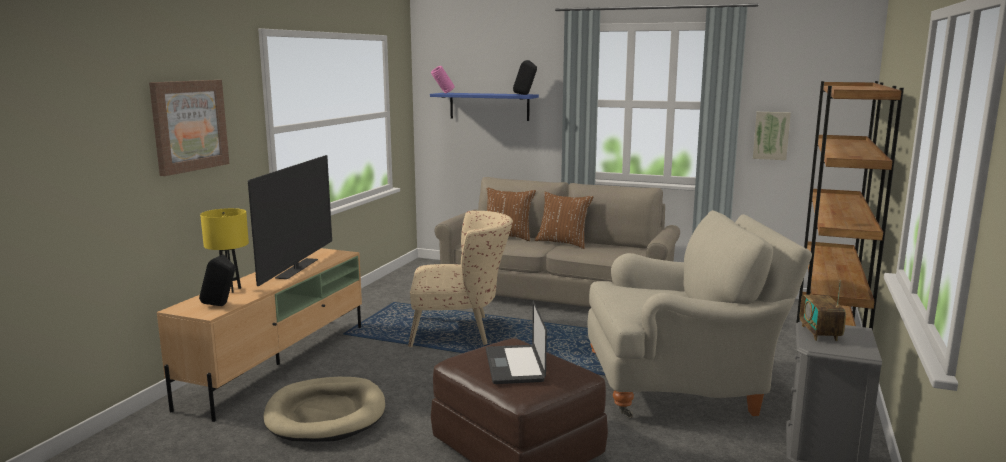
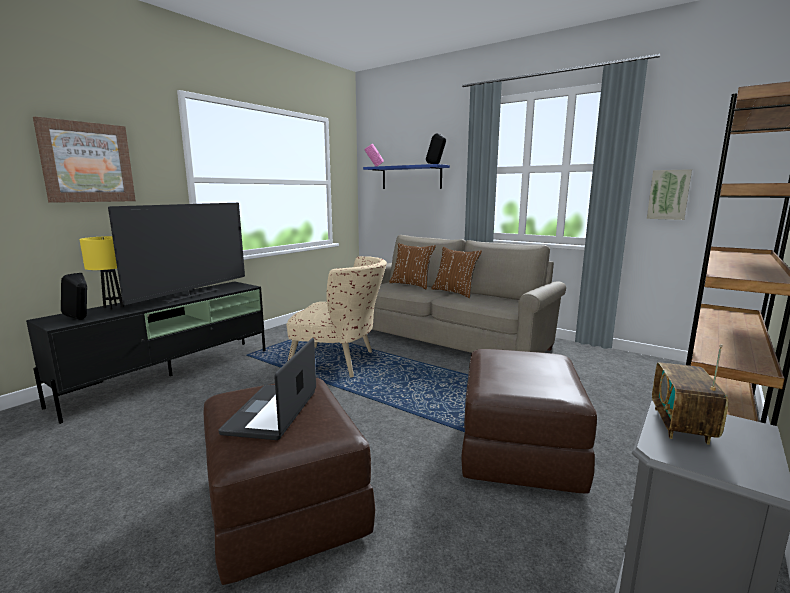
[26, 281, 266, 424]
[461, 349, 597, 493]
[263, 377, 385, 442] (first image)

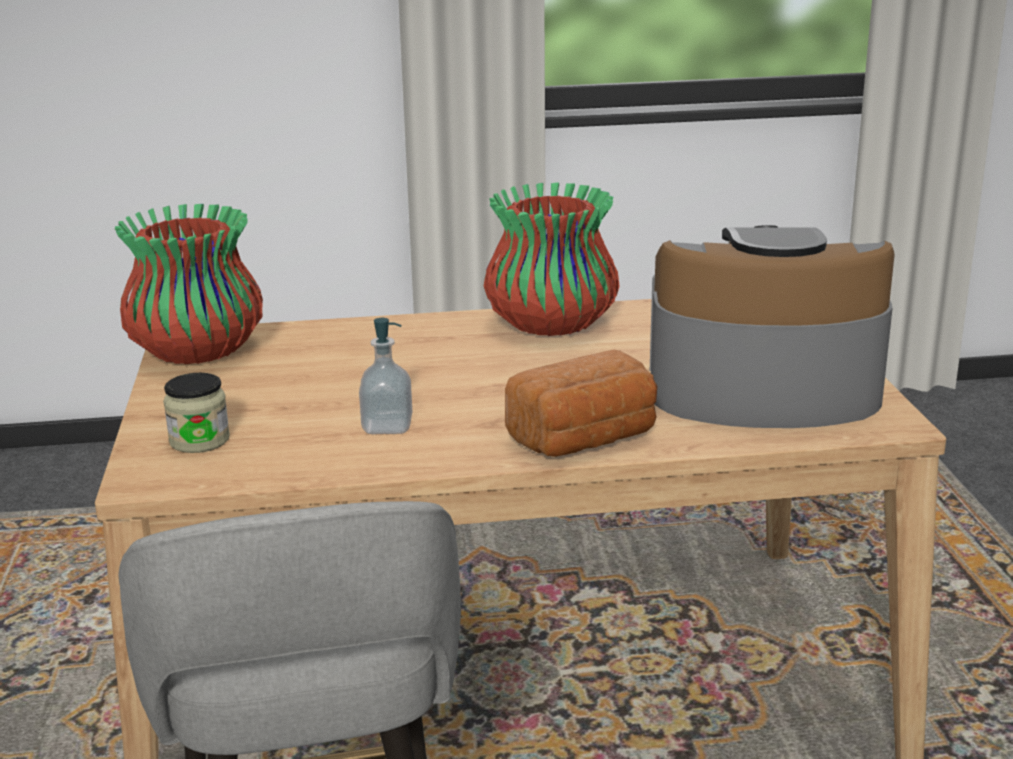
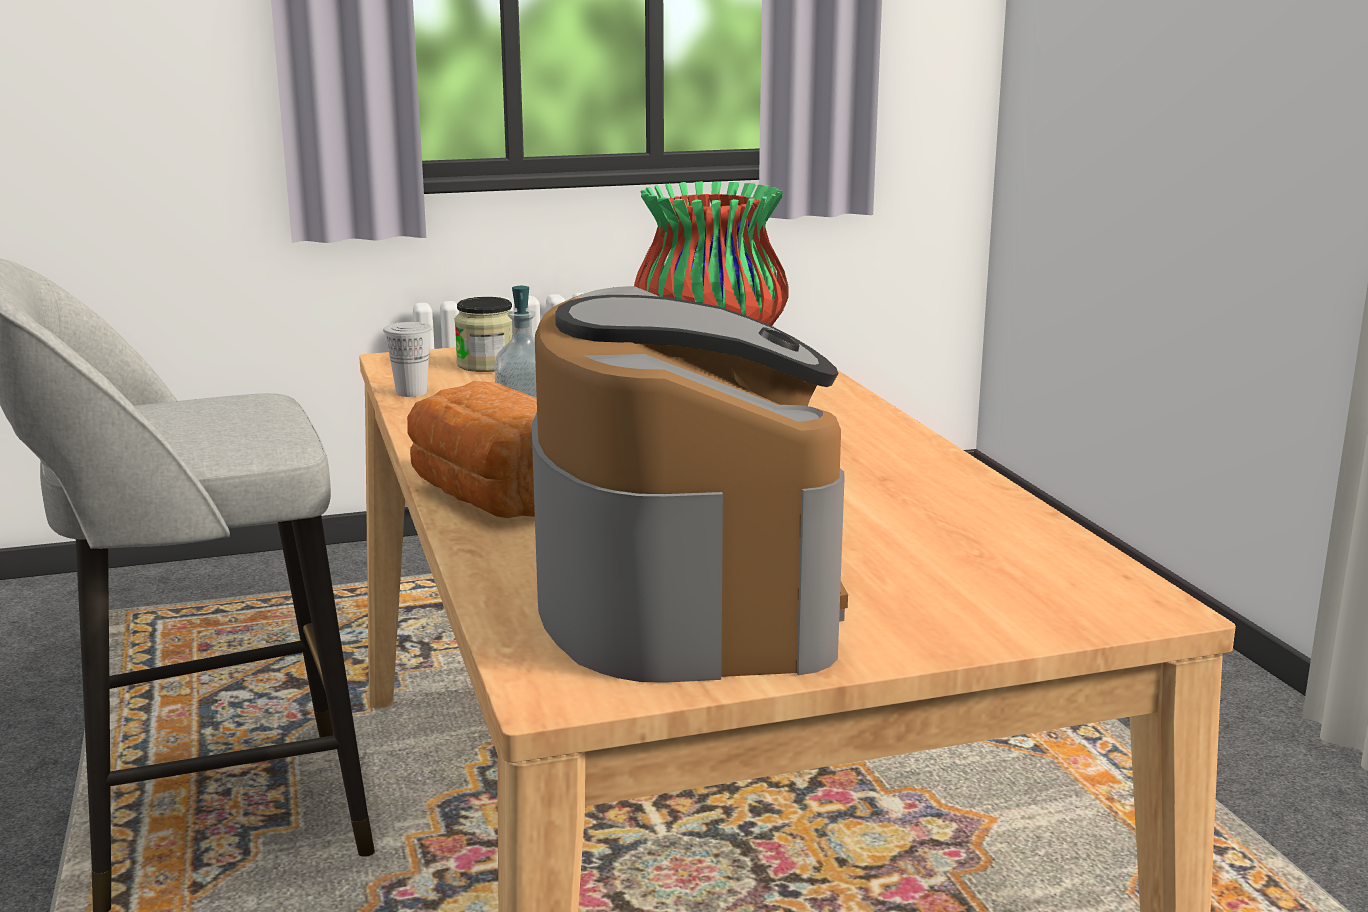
[383, 322, 432, 397]
[484, 182, 620, 336] (first image)

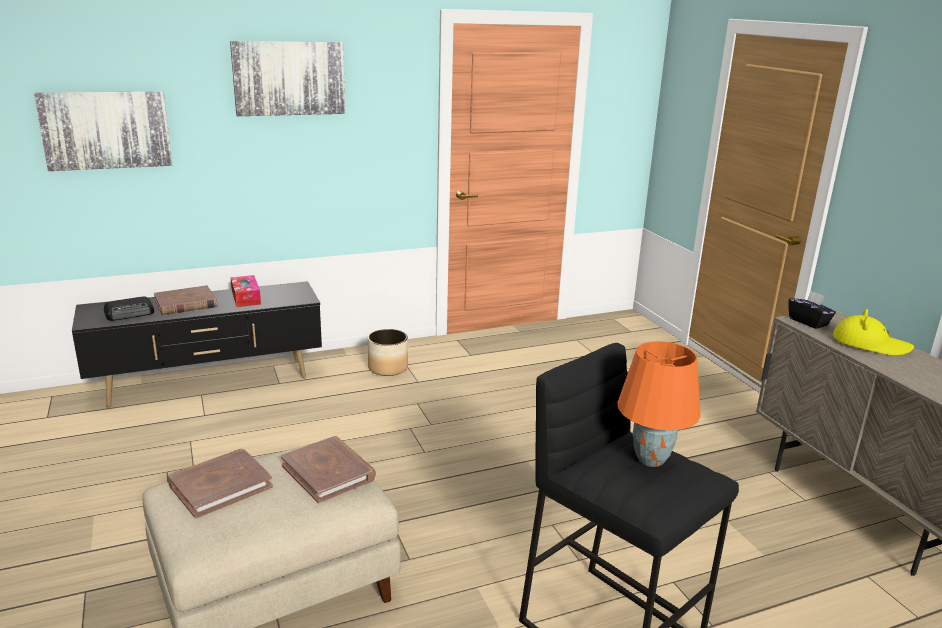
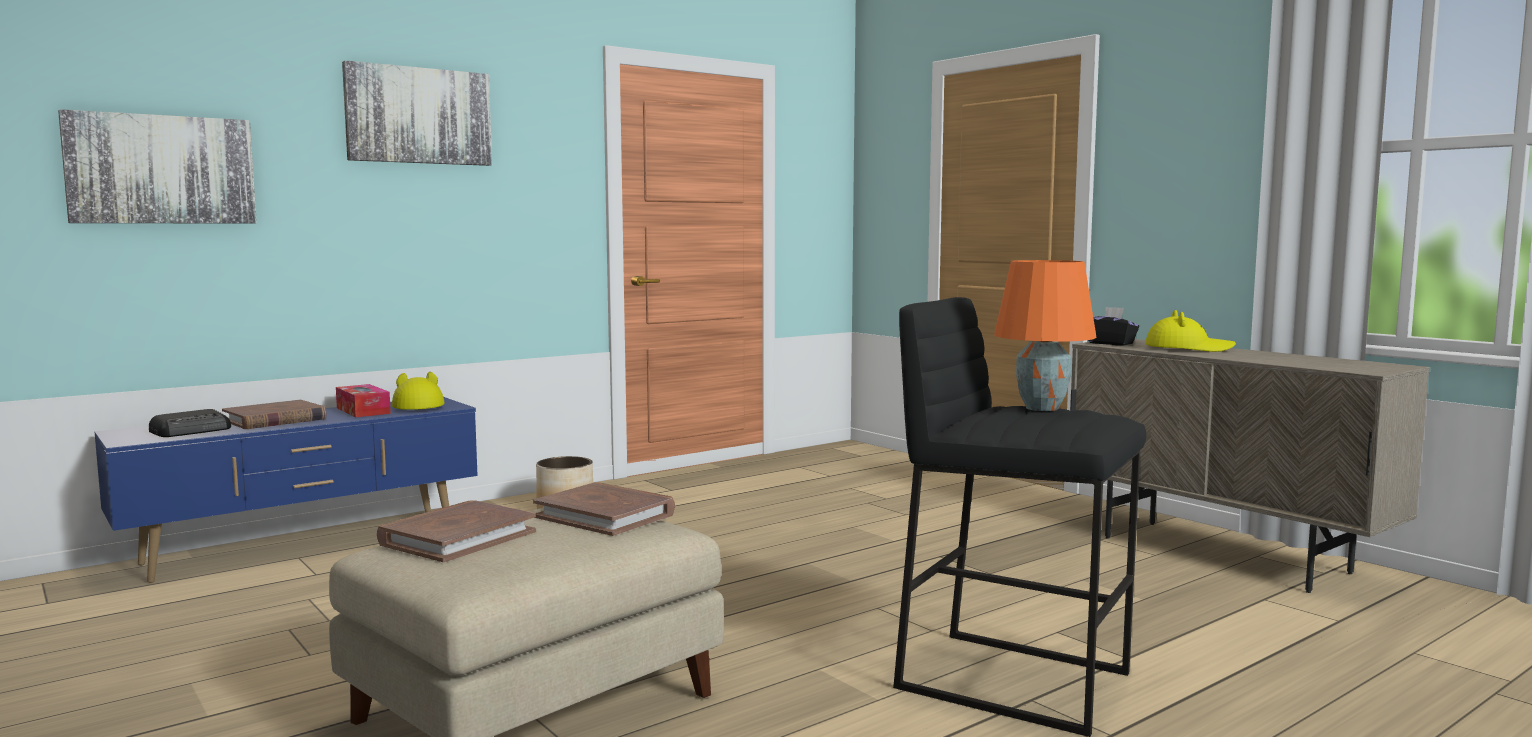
[94, 397, 478, 583]
[392, 372, 444, 410]

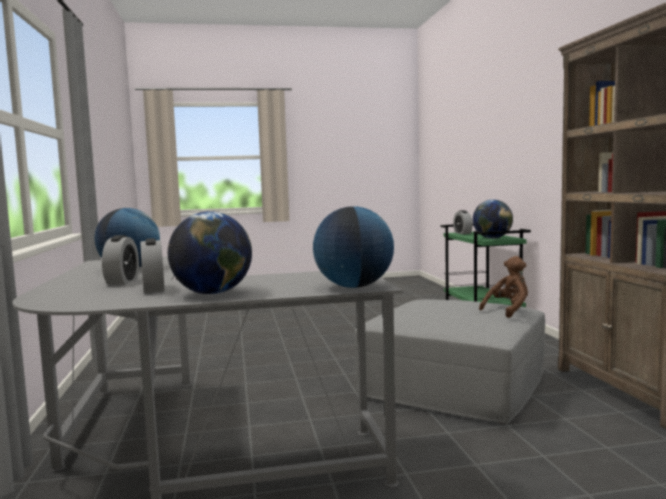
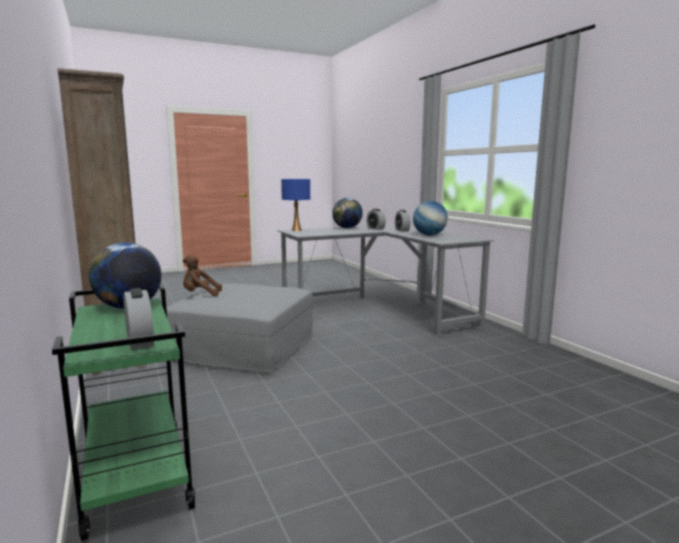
[183, 255, 222, 297]
[281, 179, 310, 231]

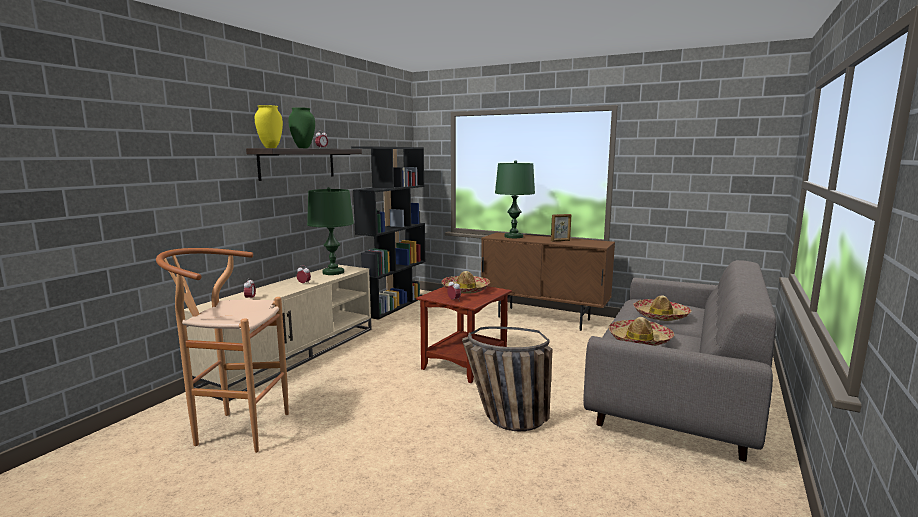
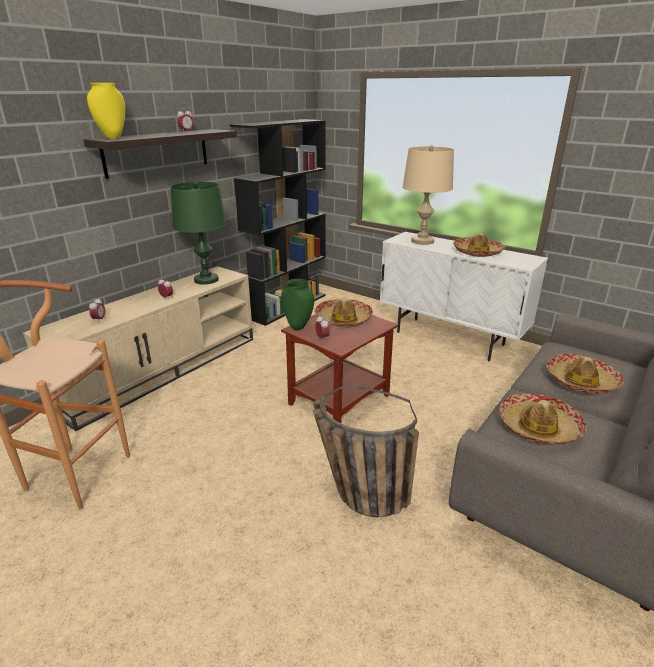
[281, 279, 314, 330]
[380, 232, 548, 361]
[403, 145, 454, 245]
[453, 233, 505, 257]

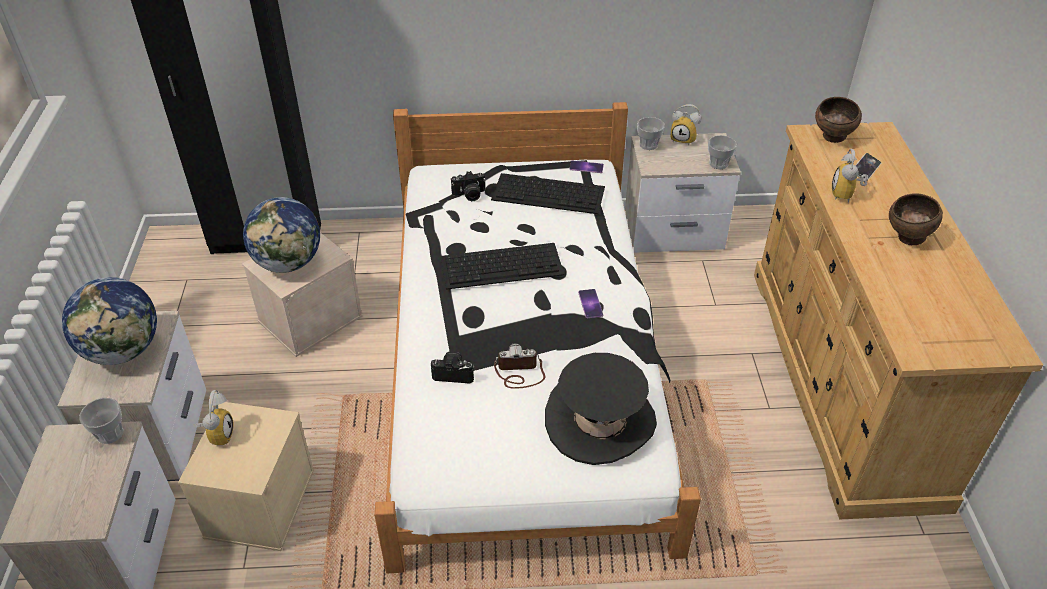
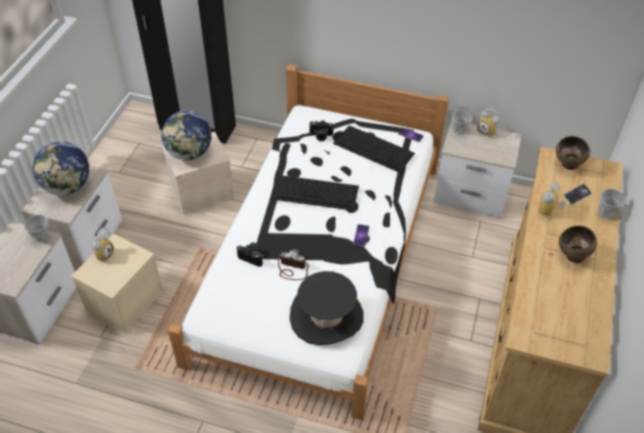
[598, 189, 626, 219]

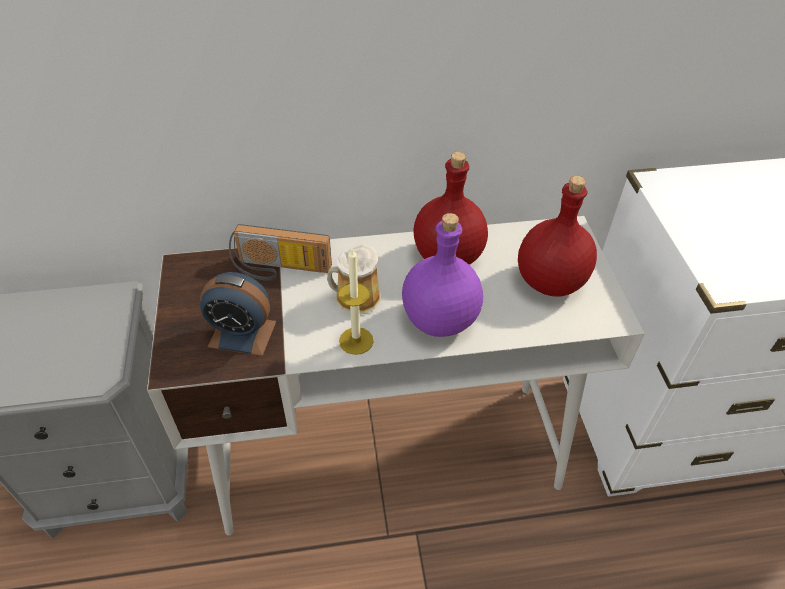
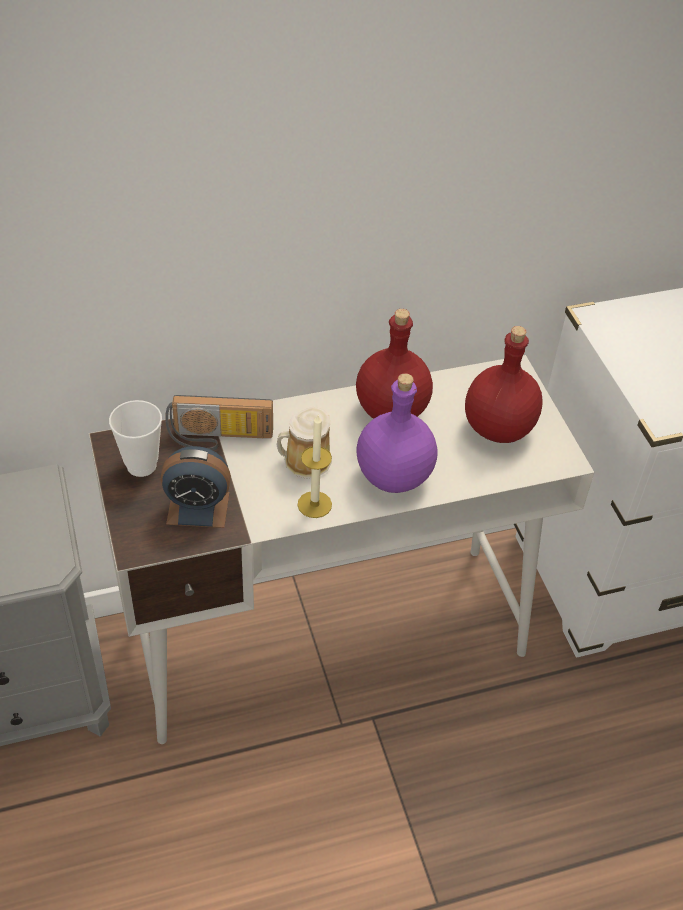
[109, 400, 162, 477]

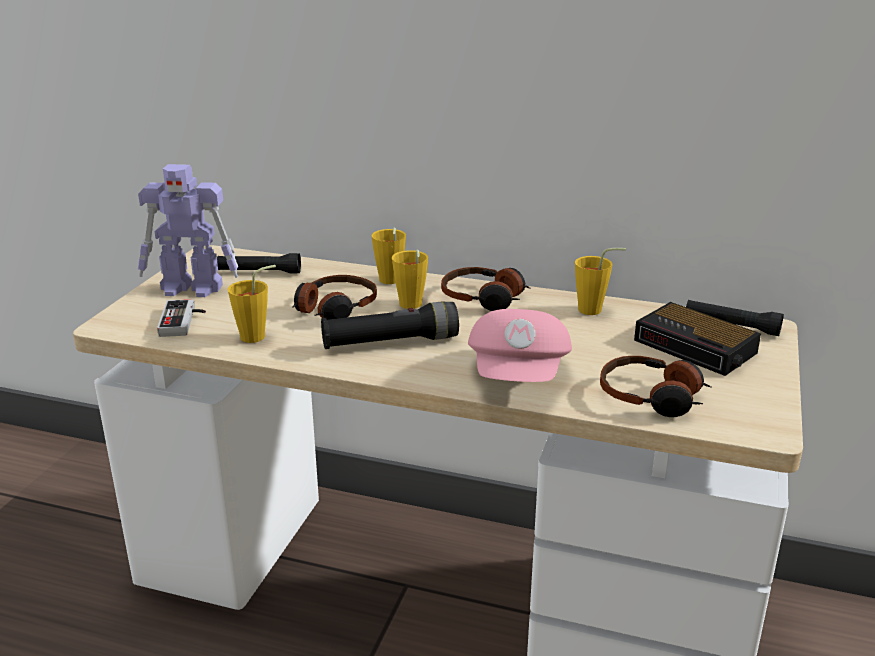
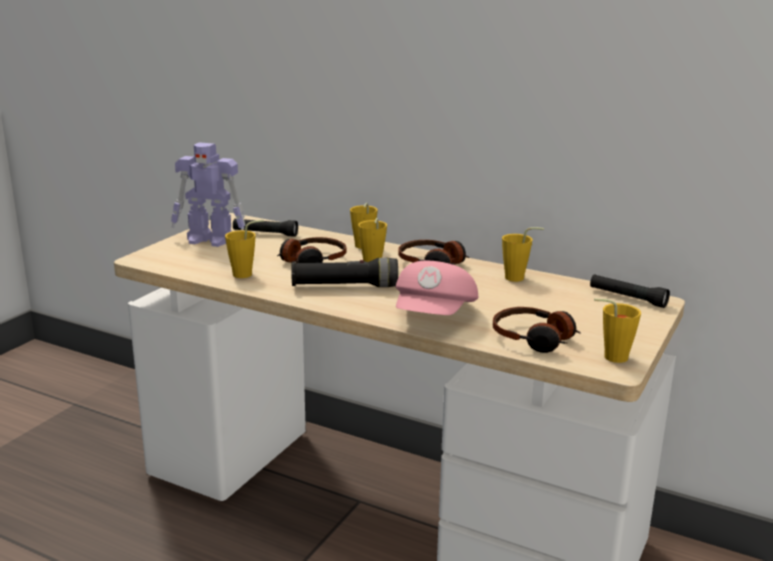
[594, 299, 641, 363]
[157, 299, 206, 337] (first image)
[634, 302, 761, 376] (first image)

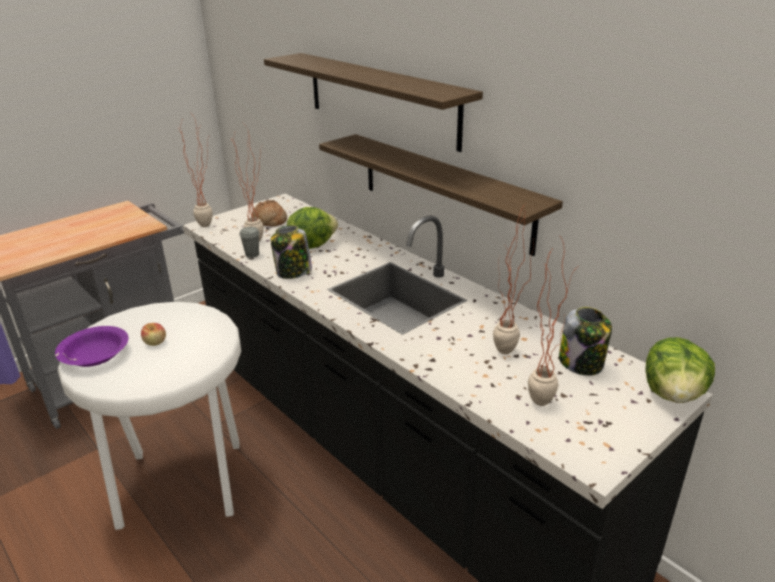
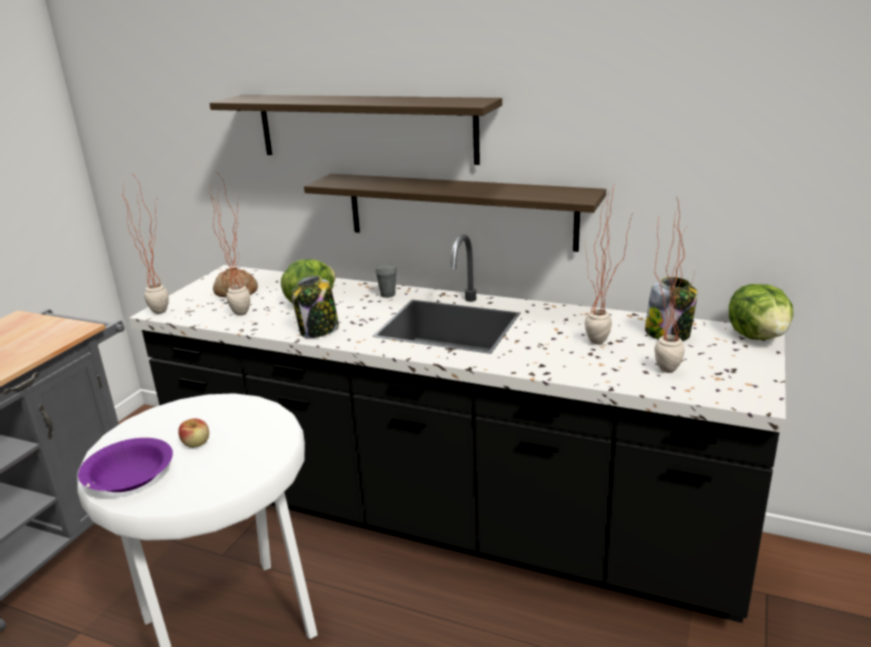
[375, 264, 397, 298]

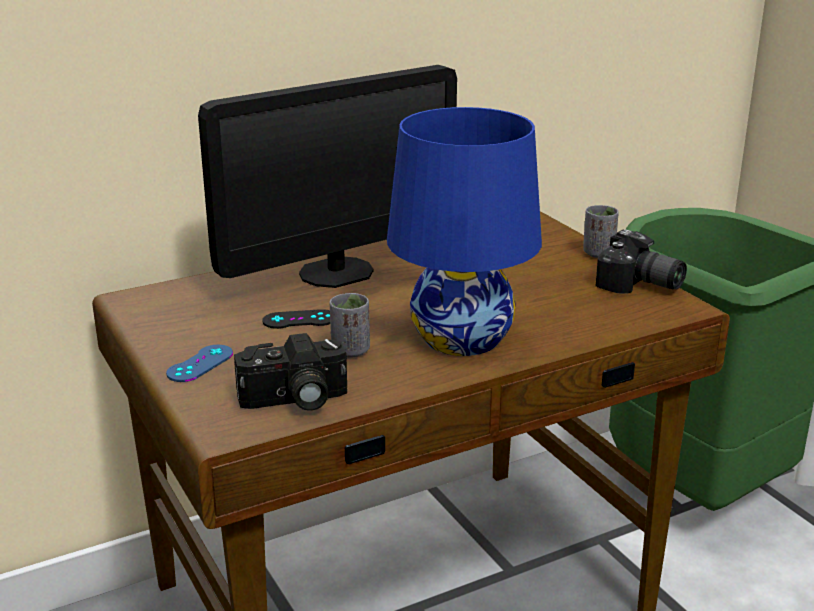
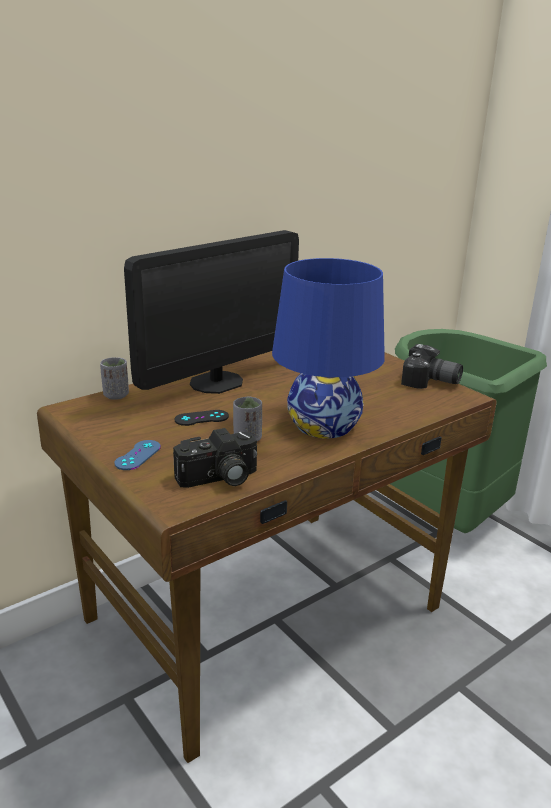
[100, 357, 129, 400]

